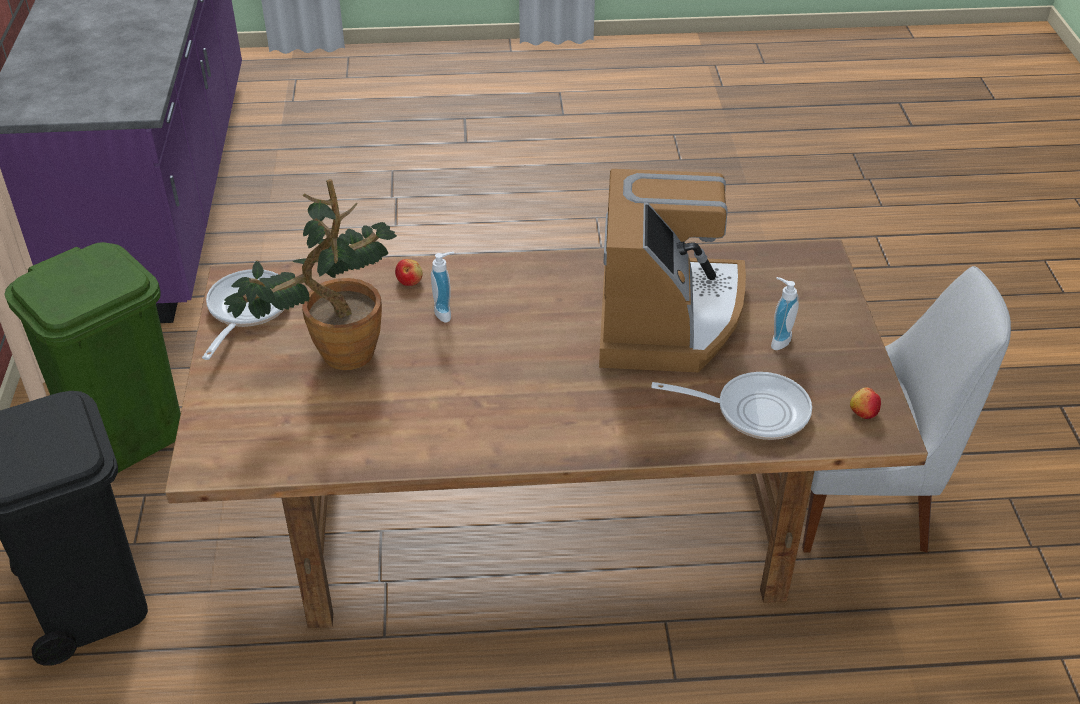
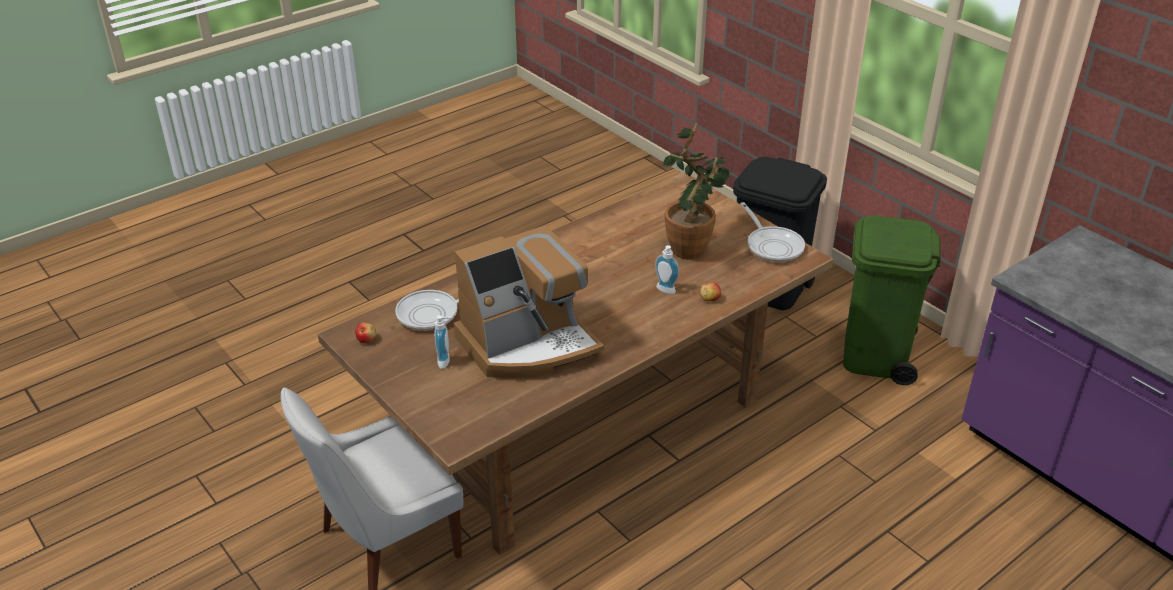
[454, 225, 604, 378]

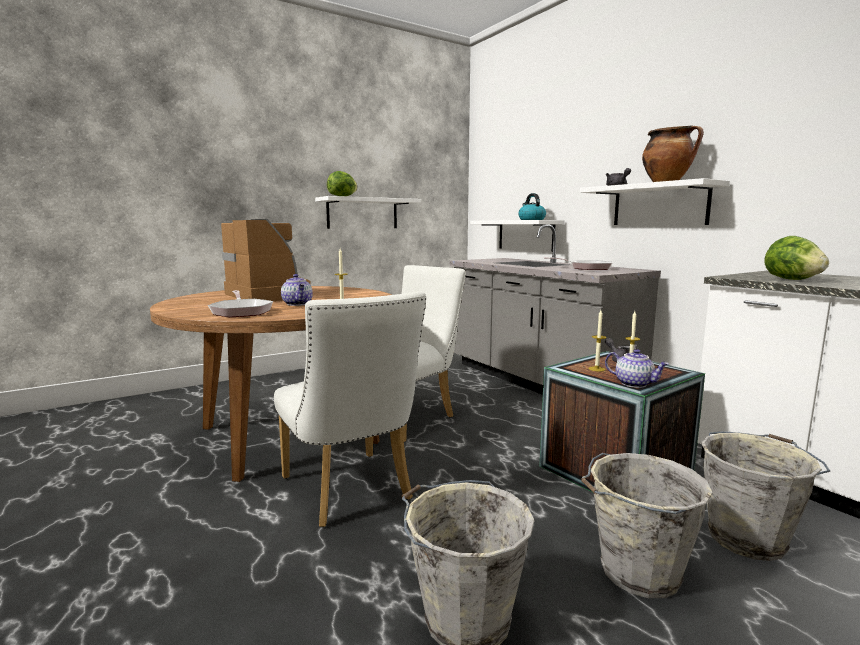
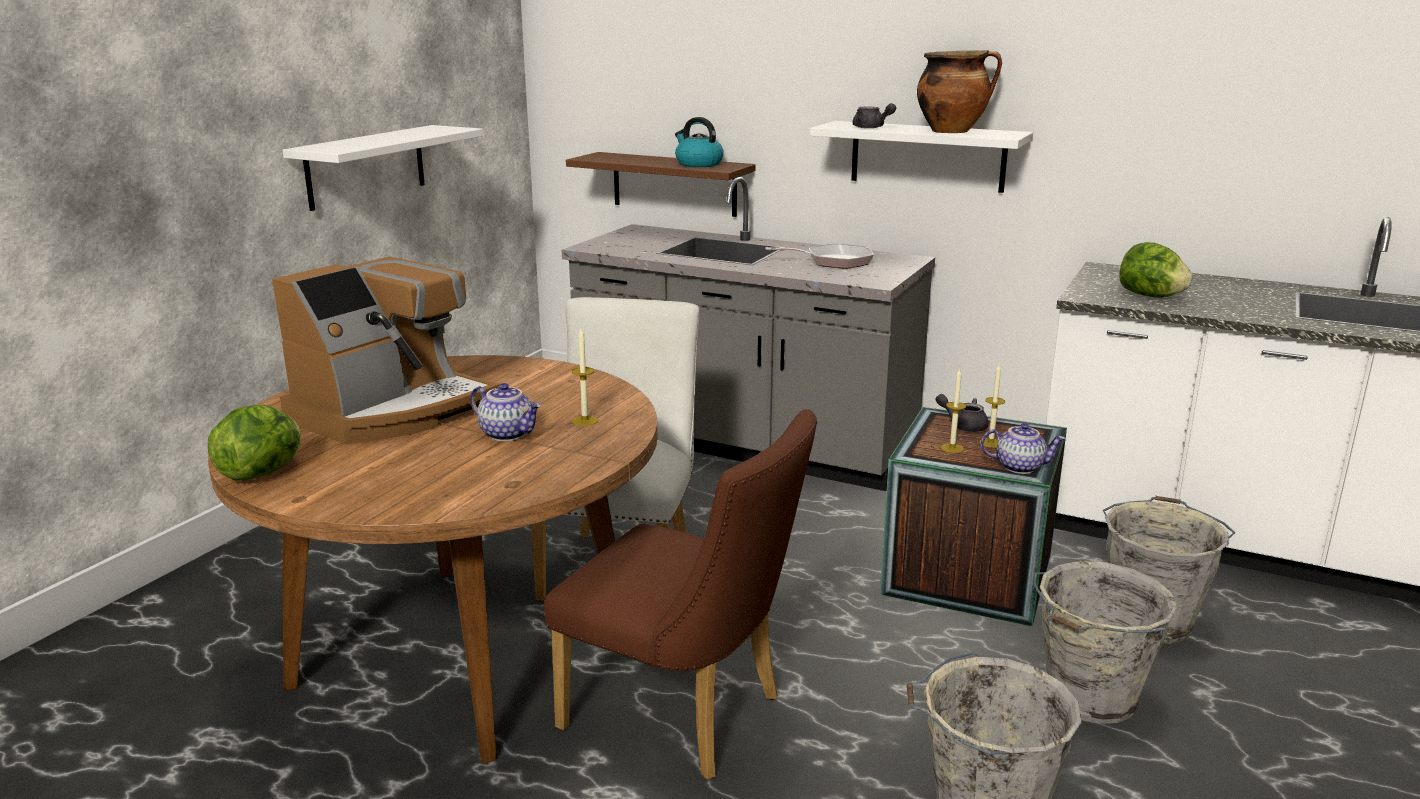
[208, 405, 301, 481]
[272, 256, 500, 444]
[544, 409, 817, 780]
[566, 152, 756, 217]
[208, 290, 273, 317] (first image)

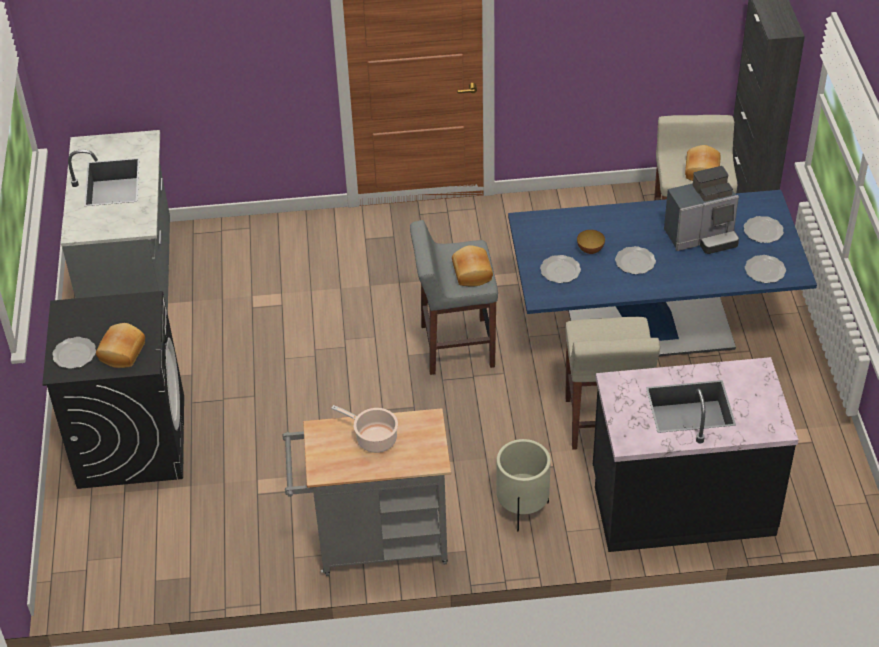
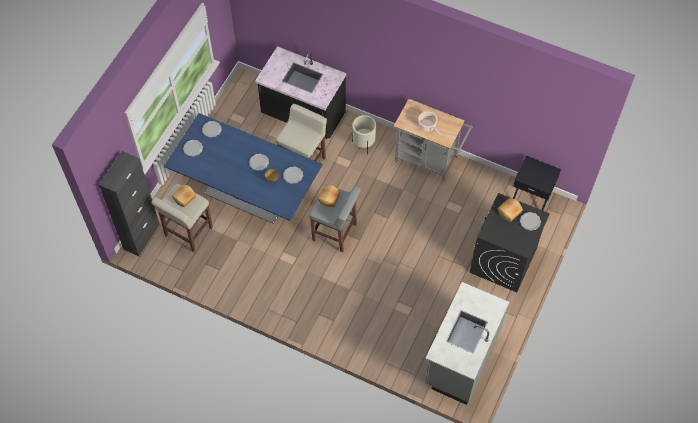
[513, 156, 561, 211]
[664, 166, 739, 254] (first image)

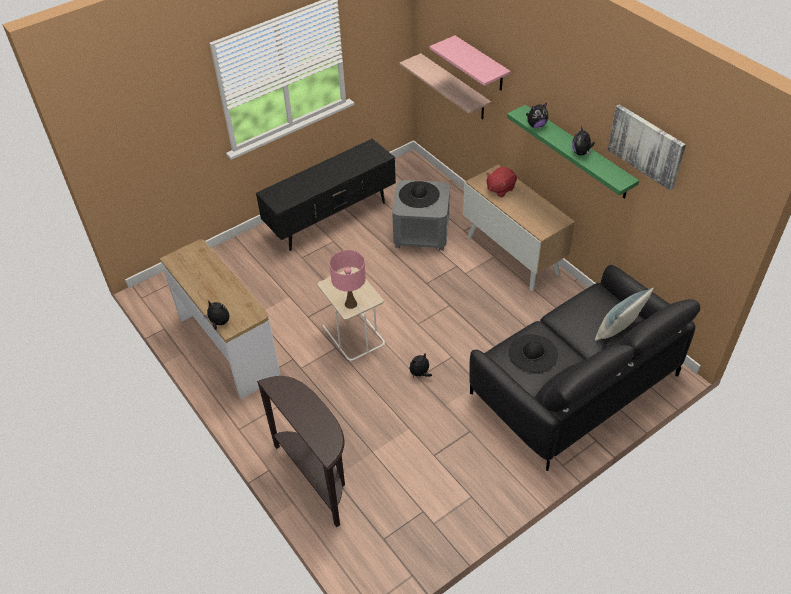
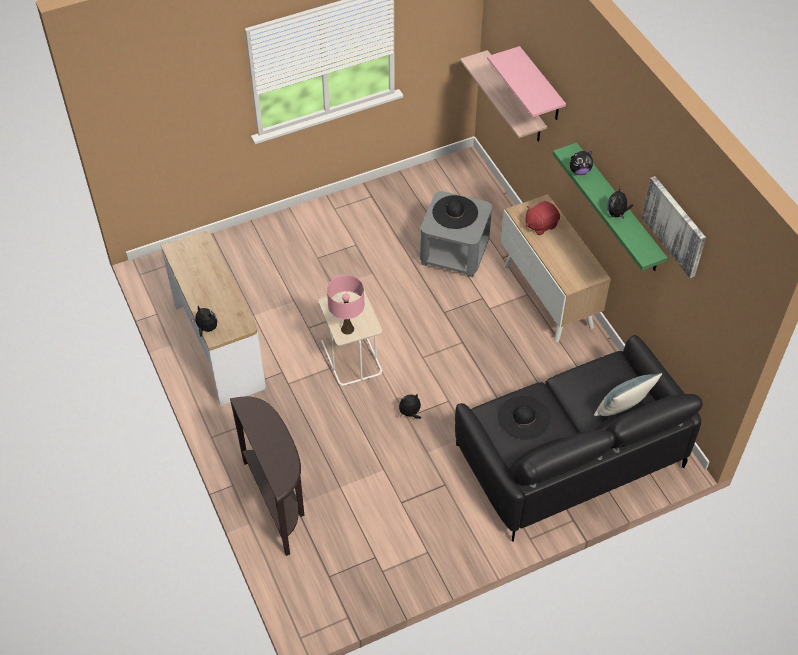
[256, 139, 396, 251] (first image)

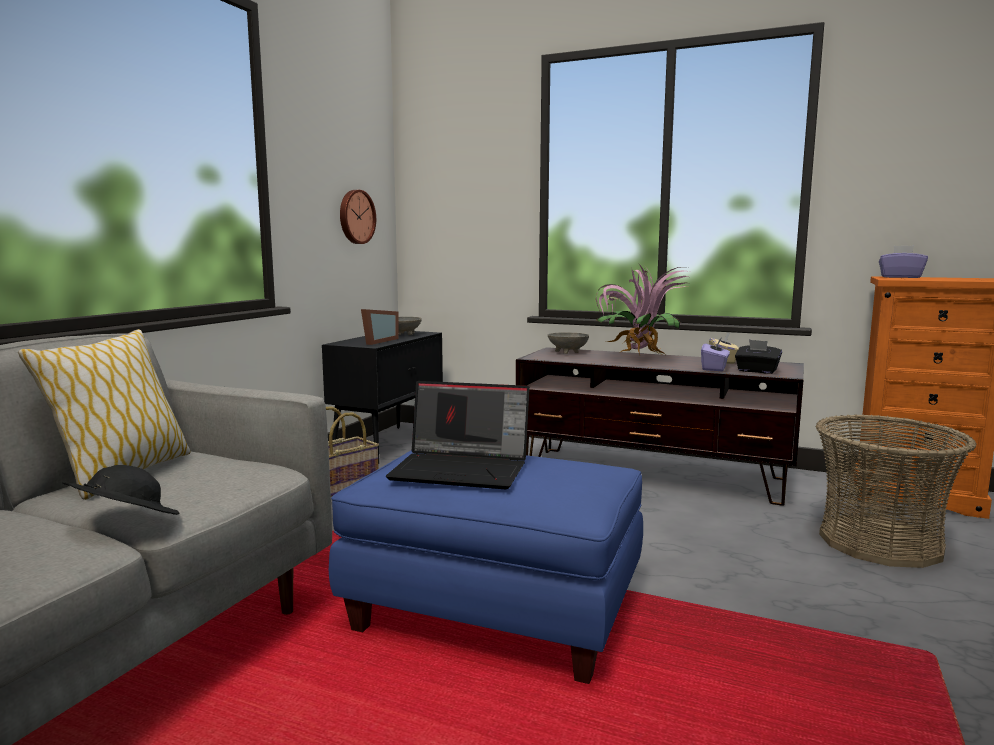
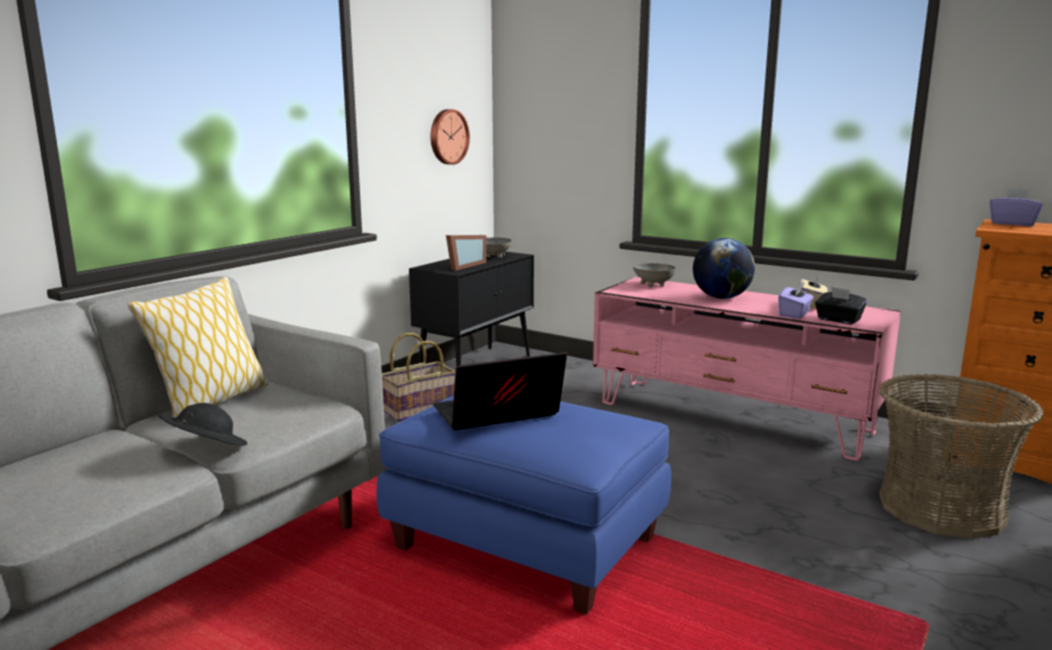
[433, 352, 567, 430]
[593, 277, 901, 461]
[693, 238, 755, 299]

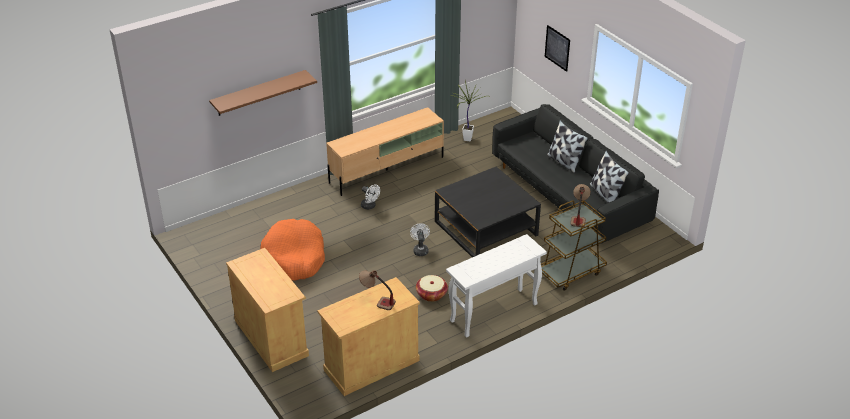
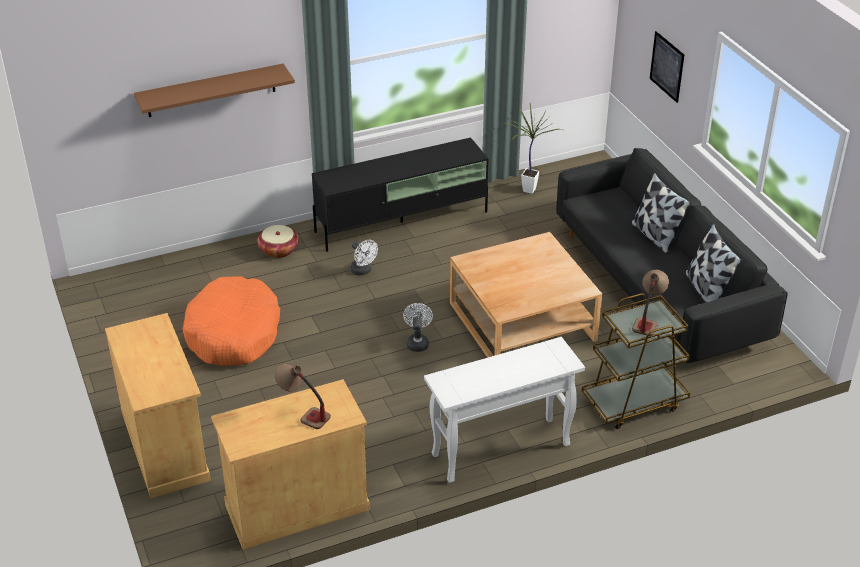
[257, 225, 299, 258]
[312, 137, 489, 252]
[450, 232, 603, 358]

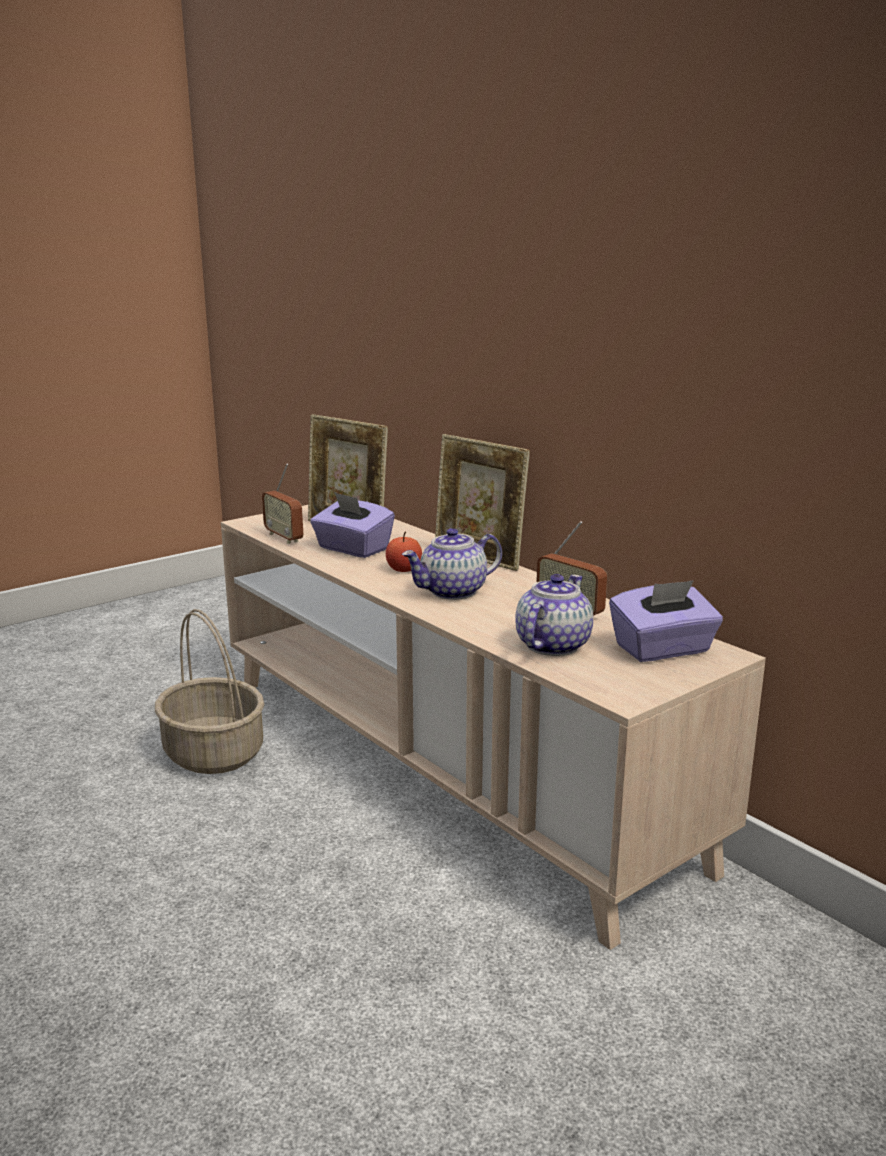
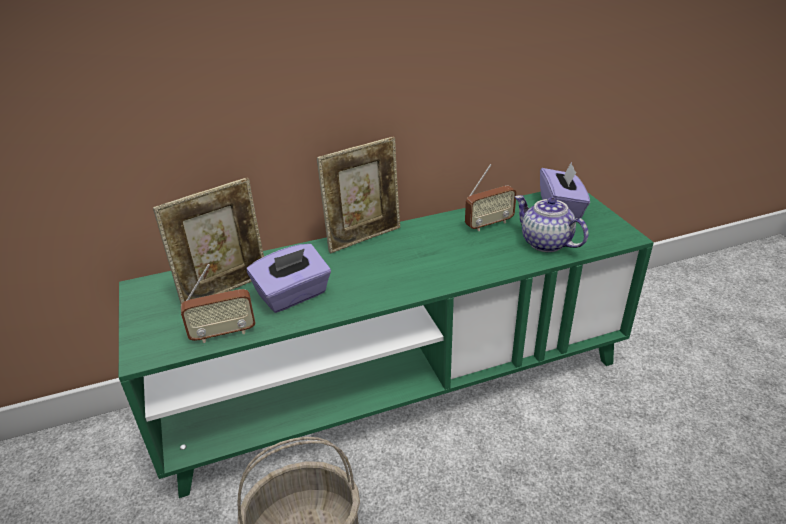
[119, 192, 654, 498]
[386, 531, 422, 572] (first image)
[402, 528, 502, 600] (first image)

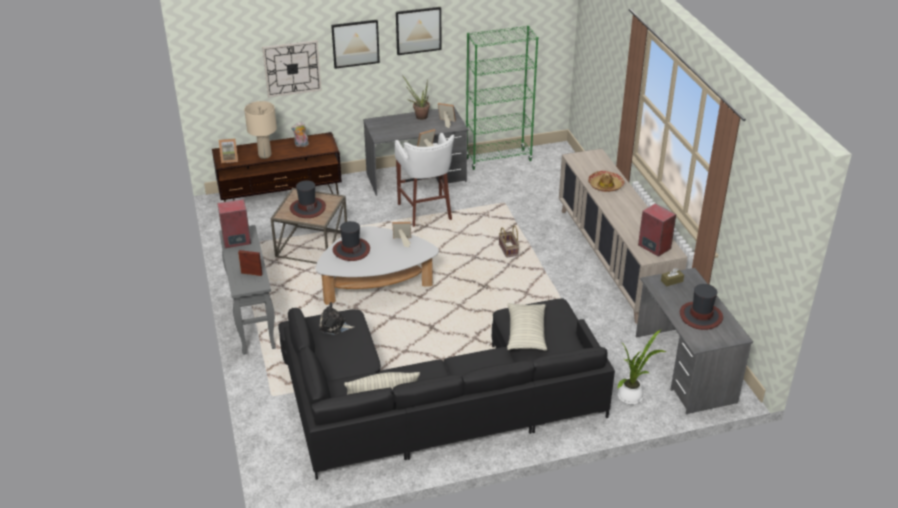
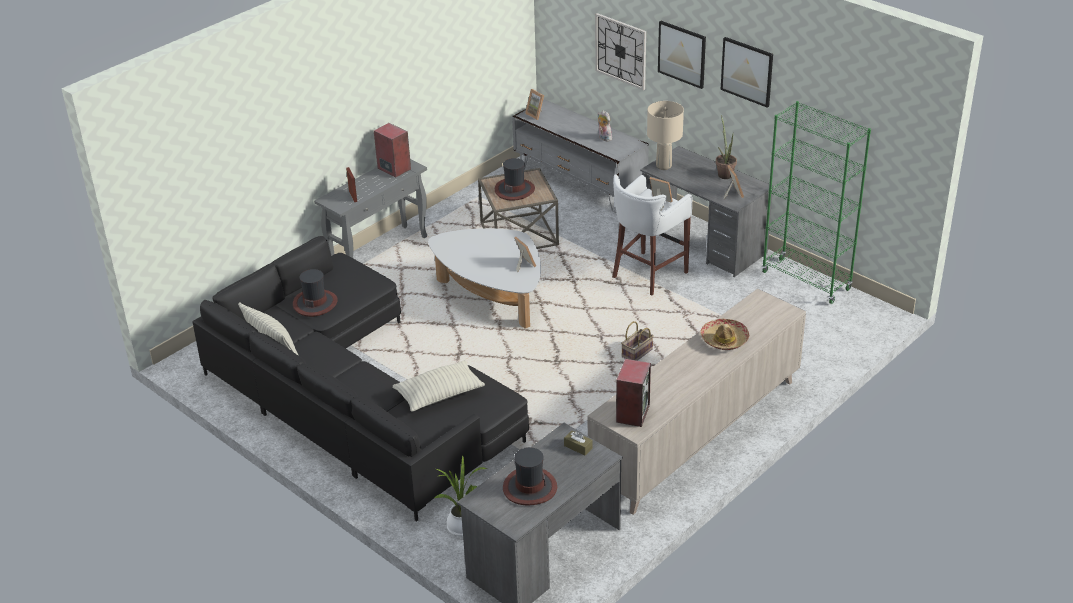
[293, 269, 338, 317]
[512, 99, 649, 213]
[647, 101, 684, 170]
[319, 302, 354, 335] (first image)

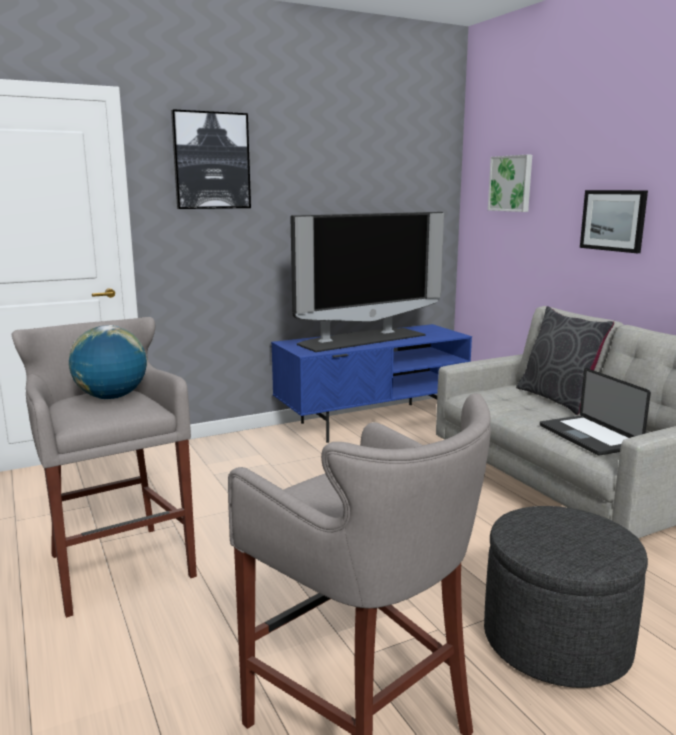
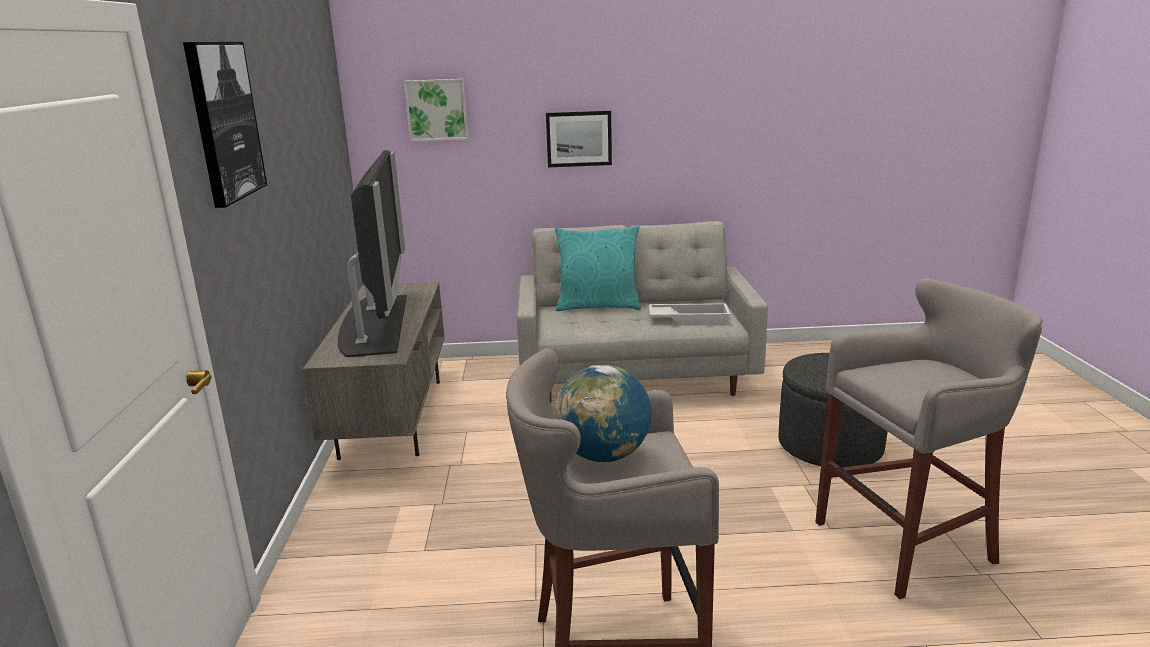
[303, 282, 445, 460]
[555, 225, 641, 311]
[649, 303, 730, 324]

